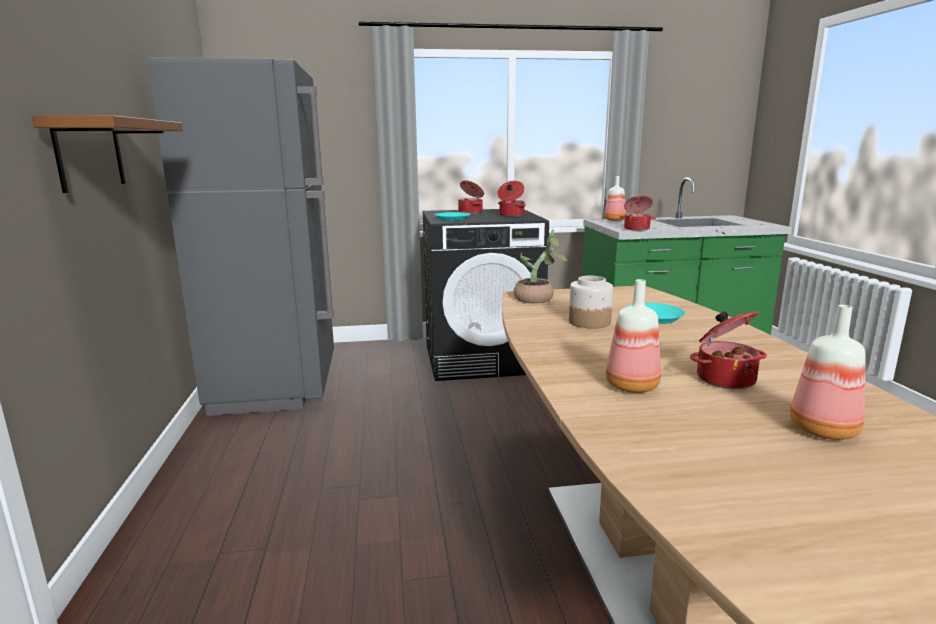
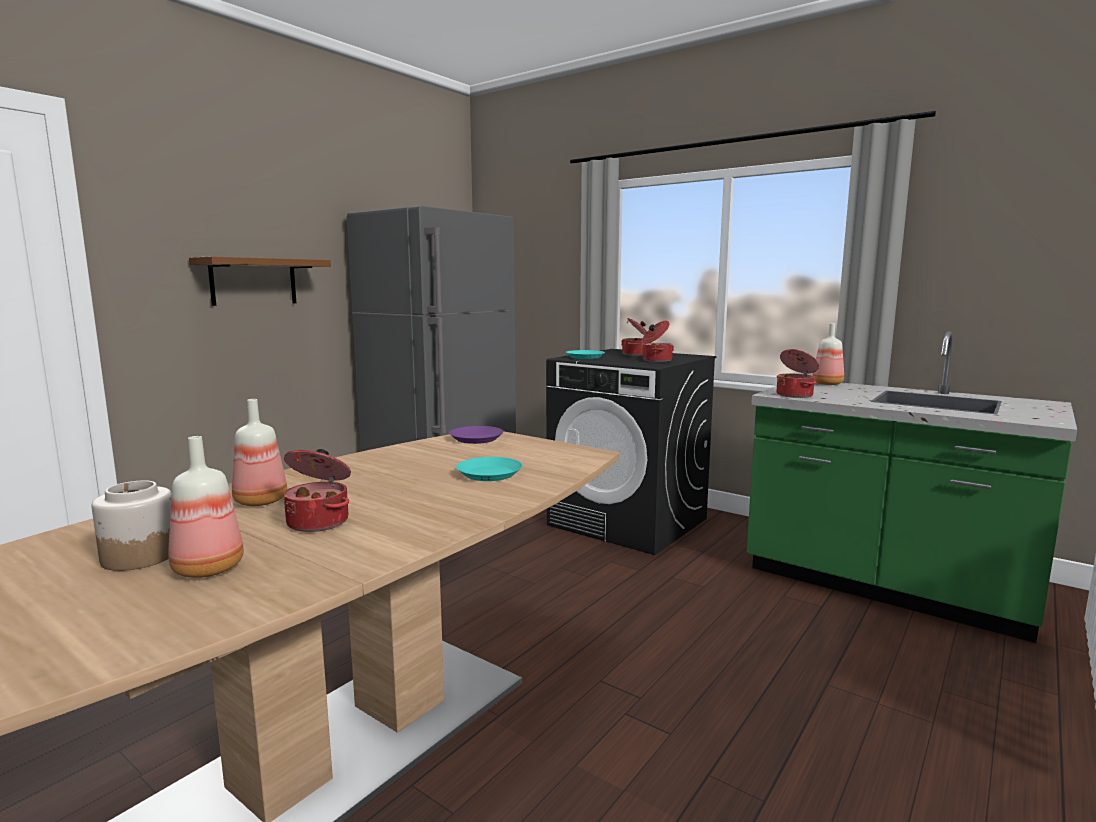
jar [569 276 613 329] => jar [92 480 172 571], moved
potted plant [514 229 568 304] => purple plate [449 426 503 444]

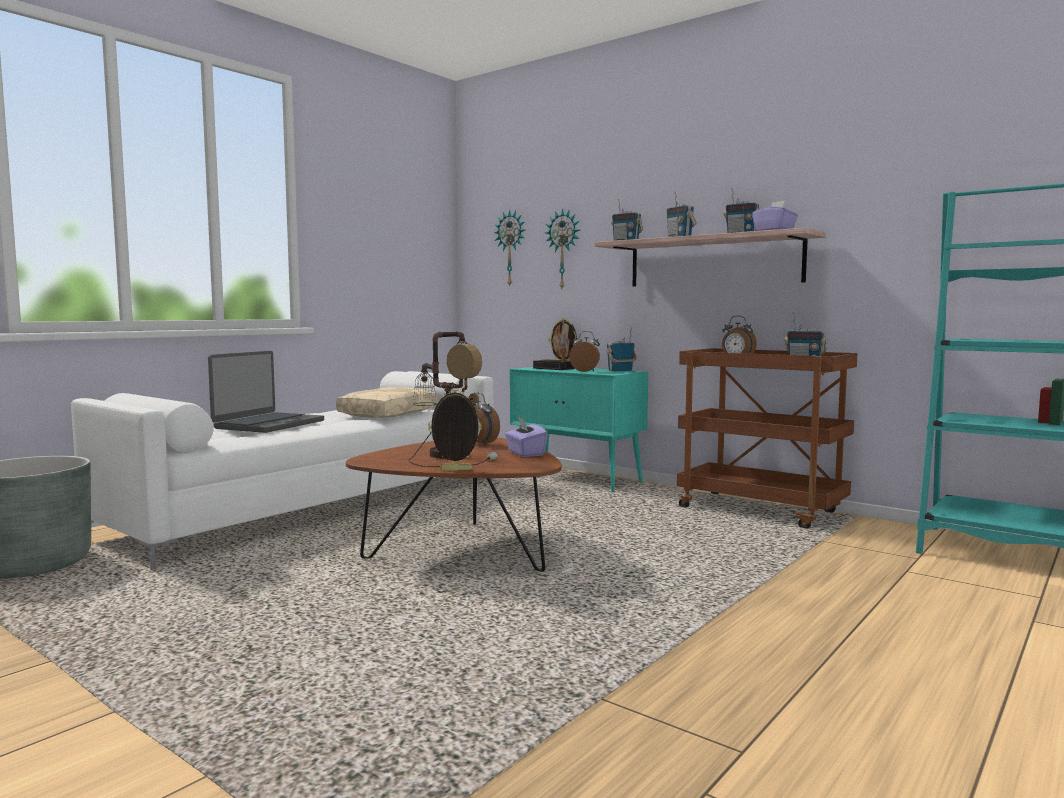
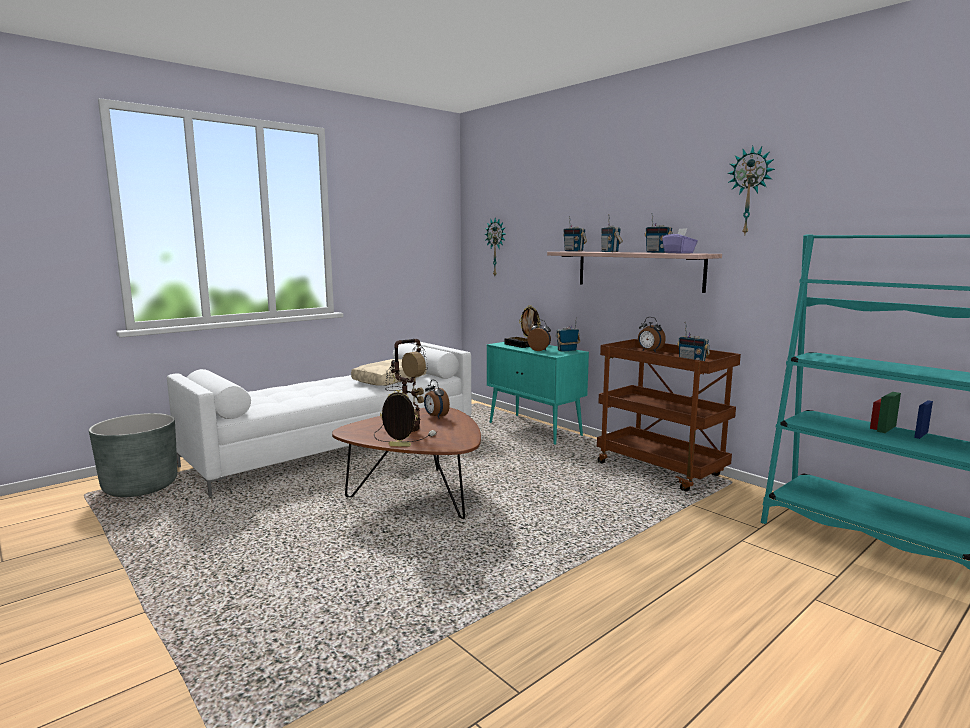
wall clock [545 208 580 288] => wall clock [727 146 775 234], moved
portable computer [208 351 324 433] => nothing
purple box of tissues [505 417 548 457] => nothing

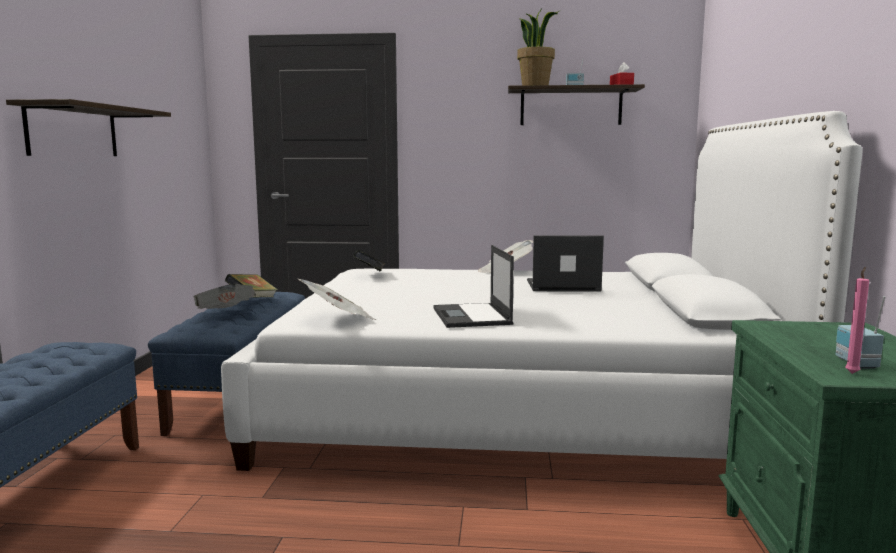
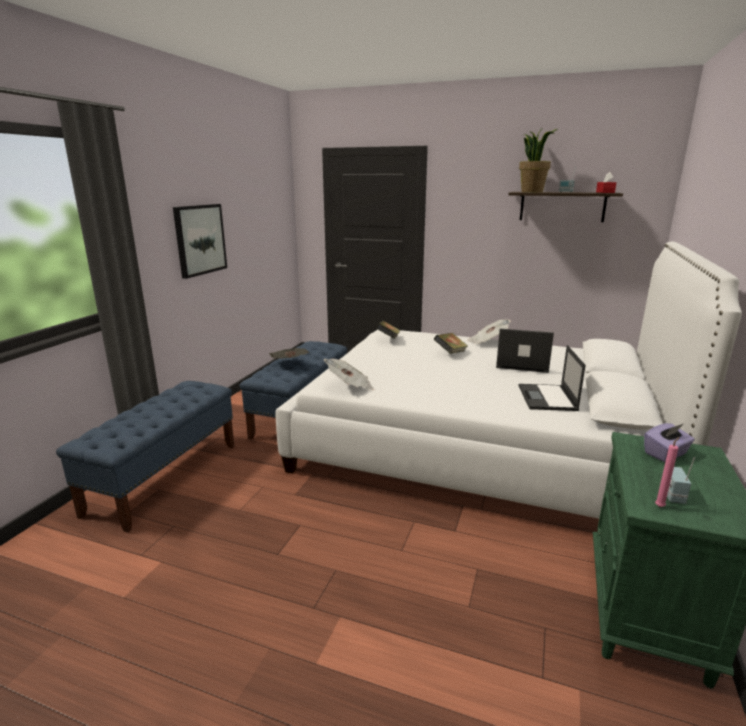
shelf [6 99 171 156] => wall picture [173 204 227 279]
volume [225 274 278 298] => volume [434 333 468 354], moved
portable computer [434 245 514 328] => portable computer [519 345 586 411], moved
nothing => purple box of tissues [644 423 695 462]

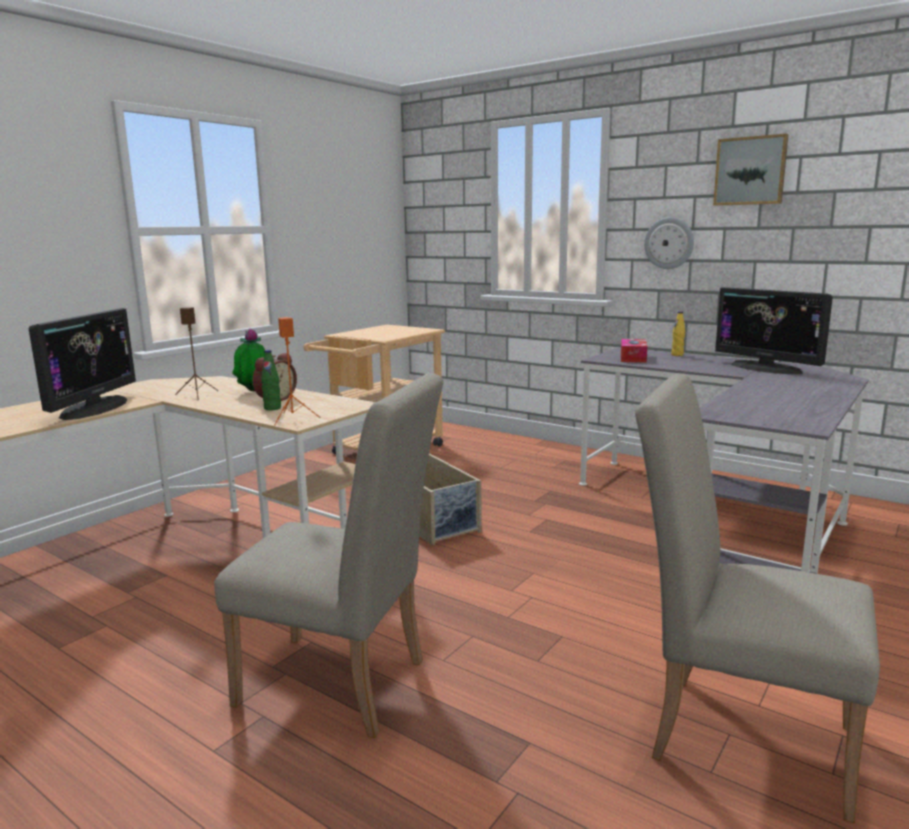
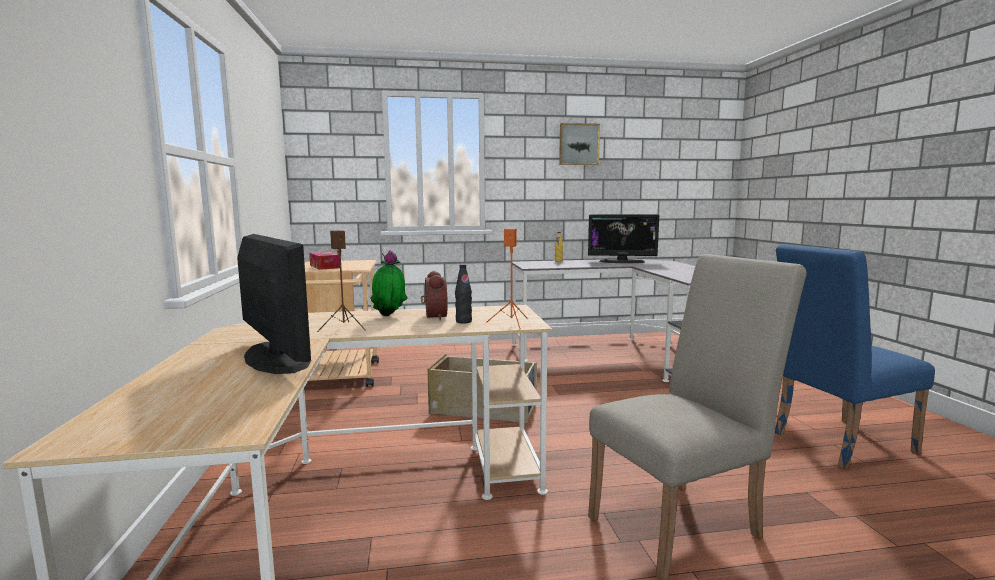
box of tissues [621 339 647 363] => box of tissues [309 252 340 270], moved
green-coloured bottle [261 350 281 410] => black-coloured bottle [455 264 472 324]
beige-coloured plain chair [635 374 880 824] => bluish plain chair [775 244 935 469]
wall clock [644 217 694 269] => nothing

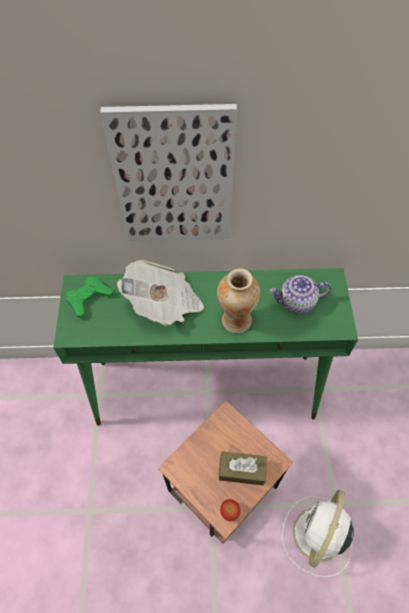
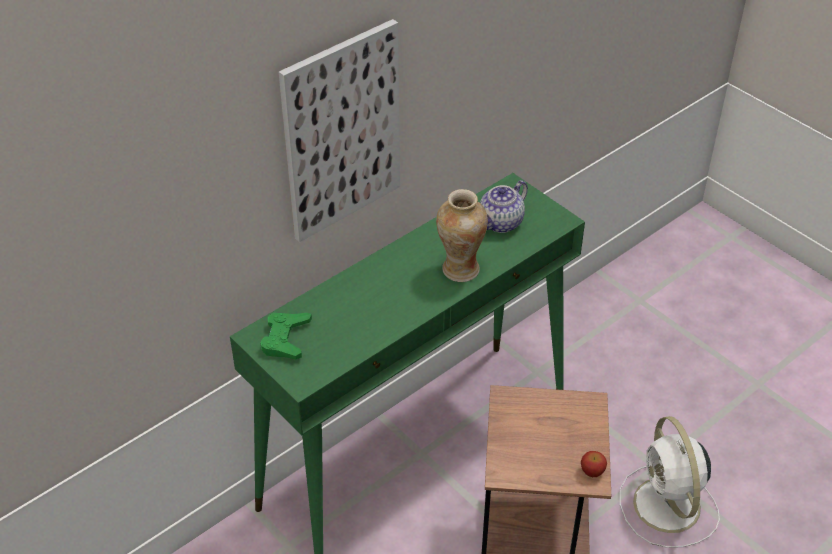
newspaper [117 260 204 326] => nothing
brown box of tissues [219 451 267 485] => nothing

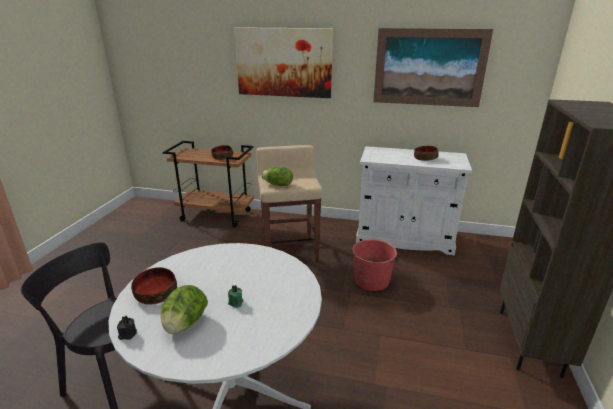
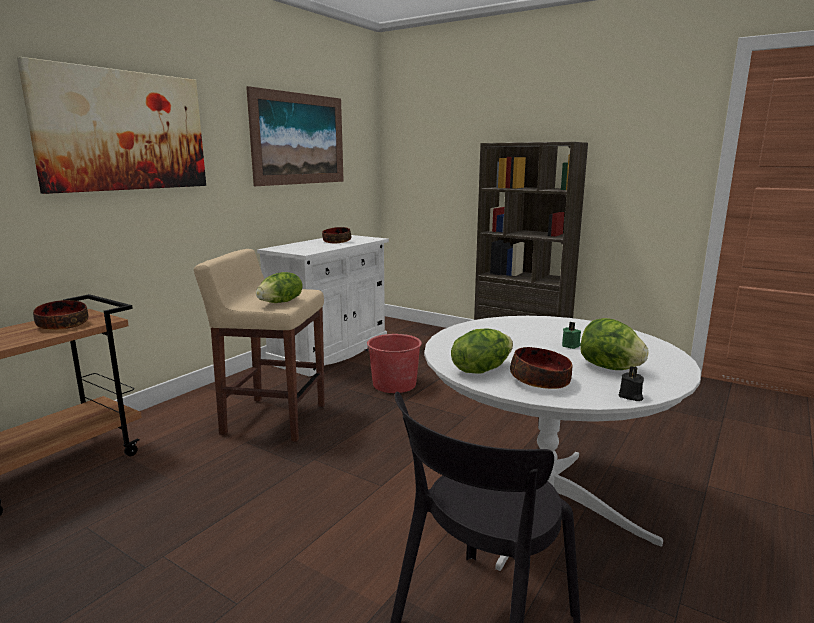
nothing => lettuce head [451 328 513 374]

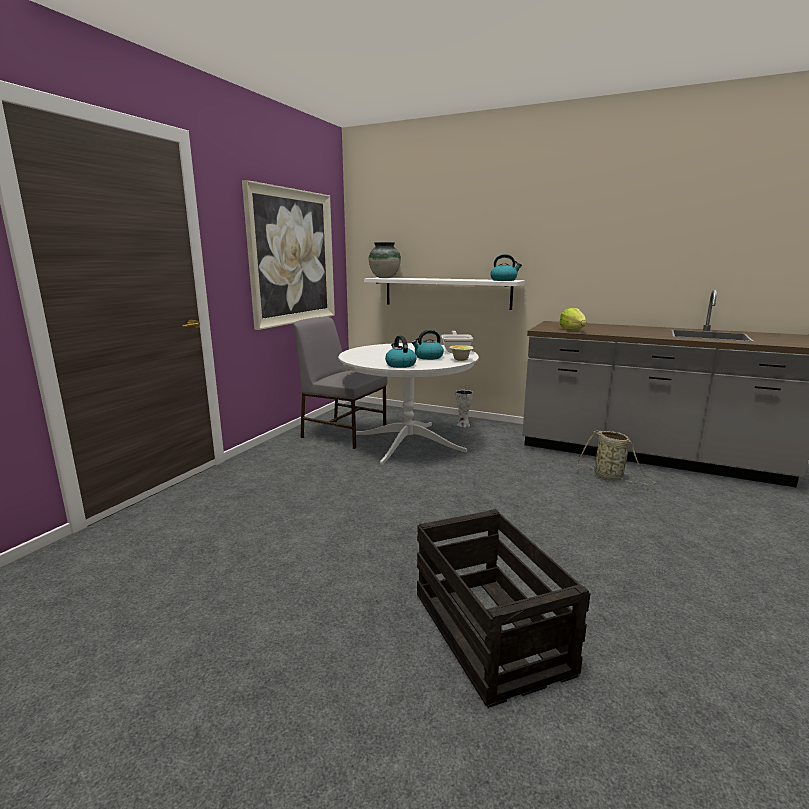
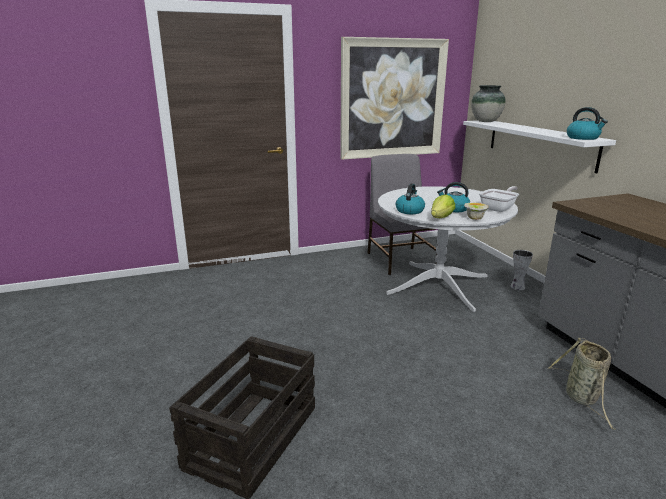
lettuce head [559 307 587 330] => lettuce head [431 194 456 218], moved

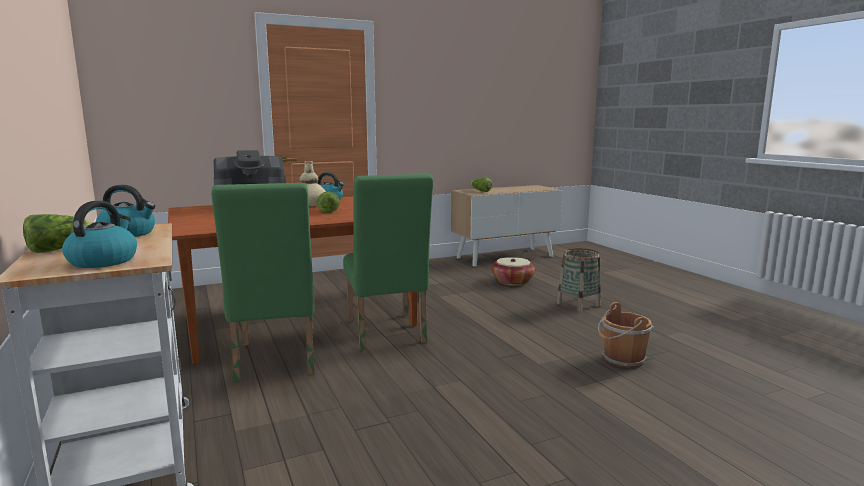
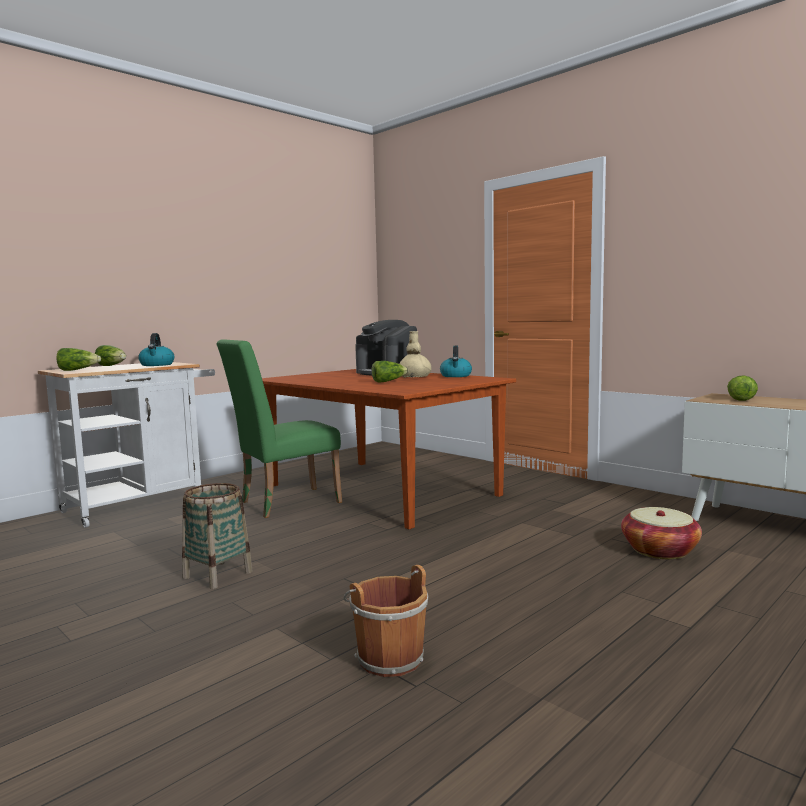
kettle [62 201 137 268] => lettuce head [57 348 101 371]
basket [557 248 601 312] => basket [182 483 253 589], moved
green-coloured plain chair [343 174 433 351] => nothing

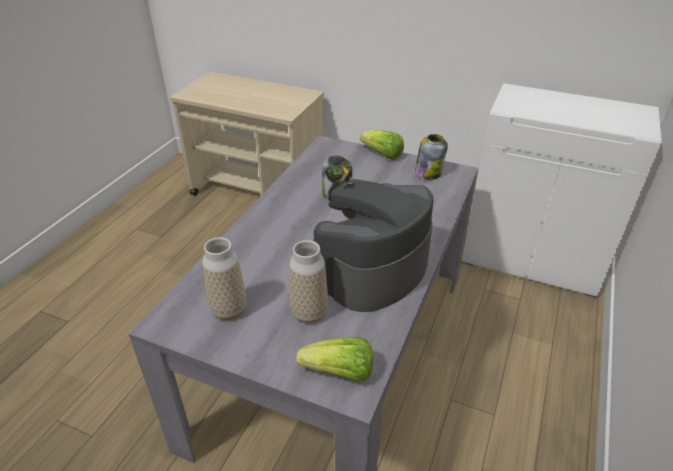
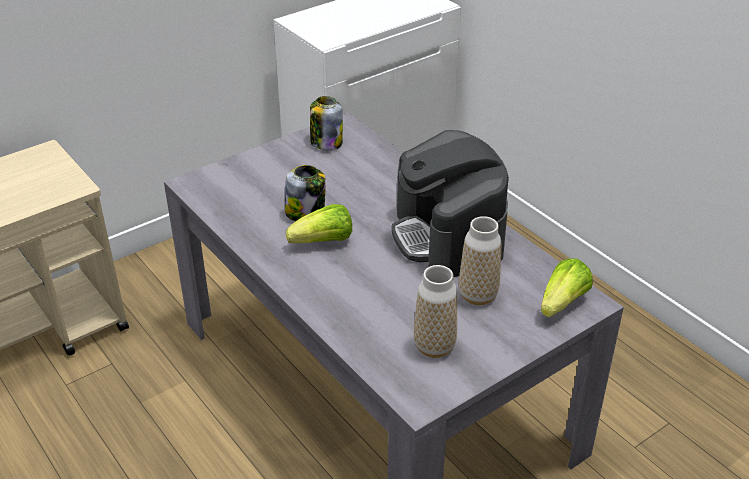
lettuce head [360 130 404 160] => lettuce head [286 204 352 243], moved

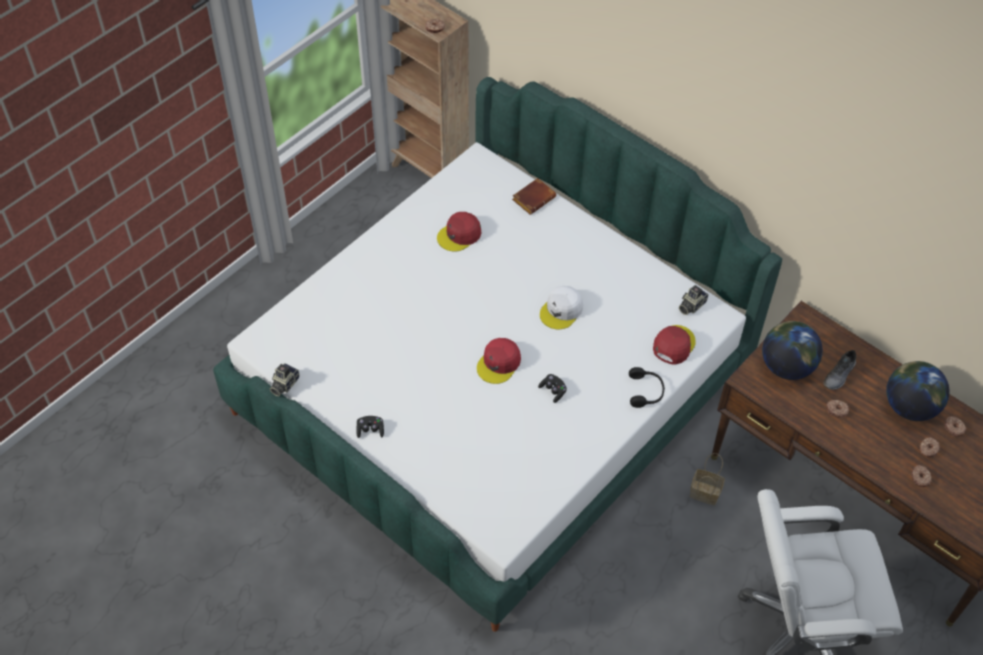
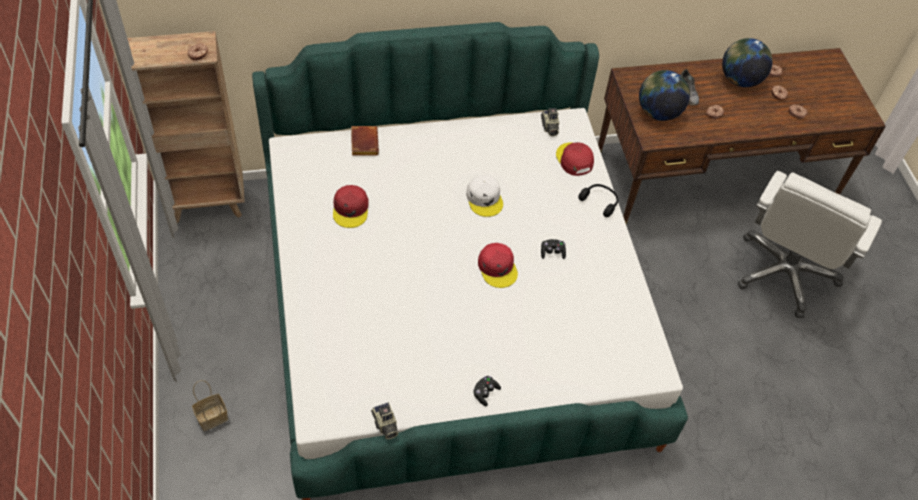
basket [690 453 725 505] => basket [192 380 228 431], moved

